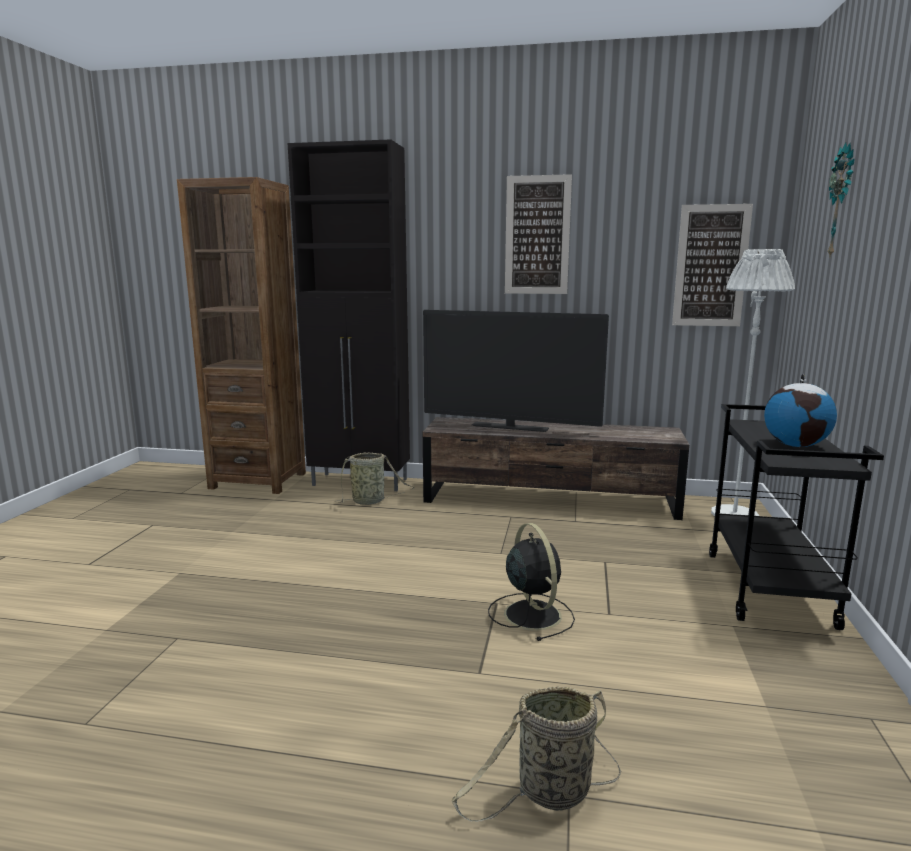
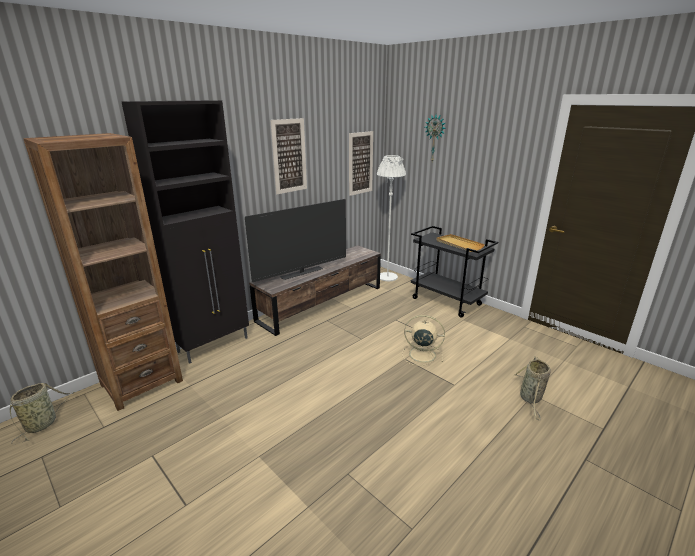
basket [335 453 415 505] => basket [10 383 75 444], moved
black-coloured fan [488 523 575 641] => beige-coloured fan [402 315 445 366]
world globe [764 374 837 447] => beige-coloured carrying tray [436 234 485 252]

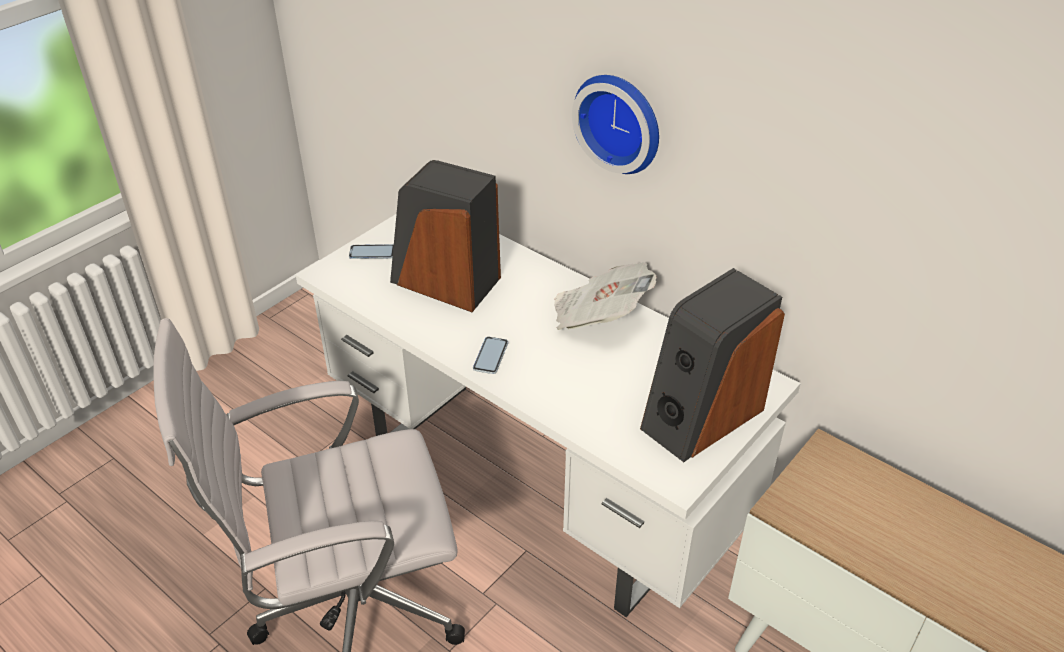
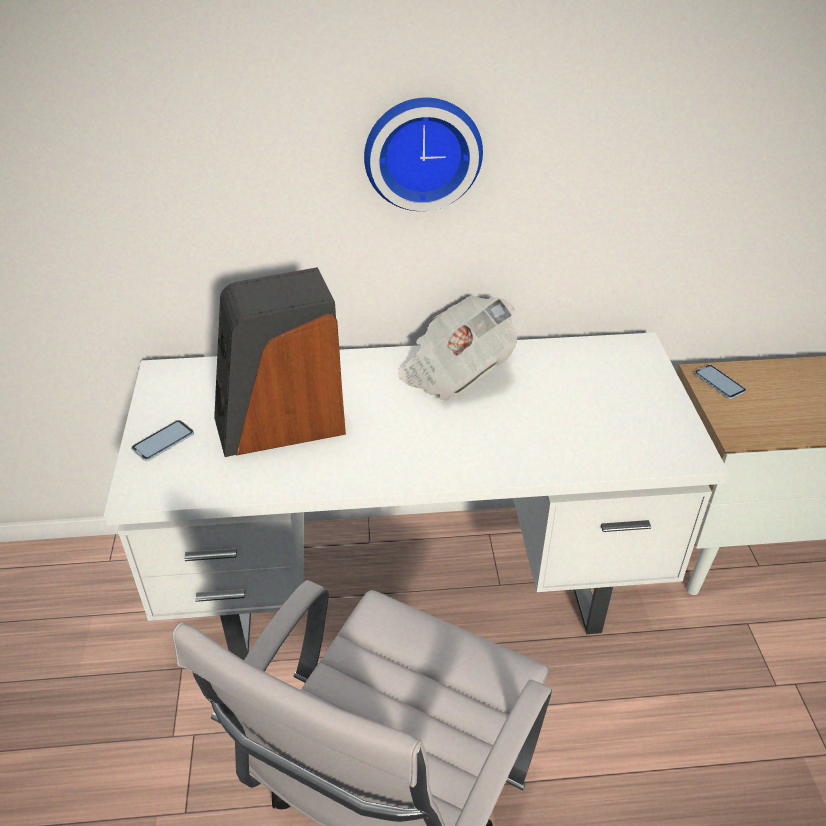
handset [473 337 508 374] => handset [694 364 746 399], moved
audio speaker [640 268 785 462] => nothing

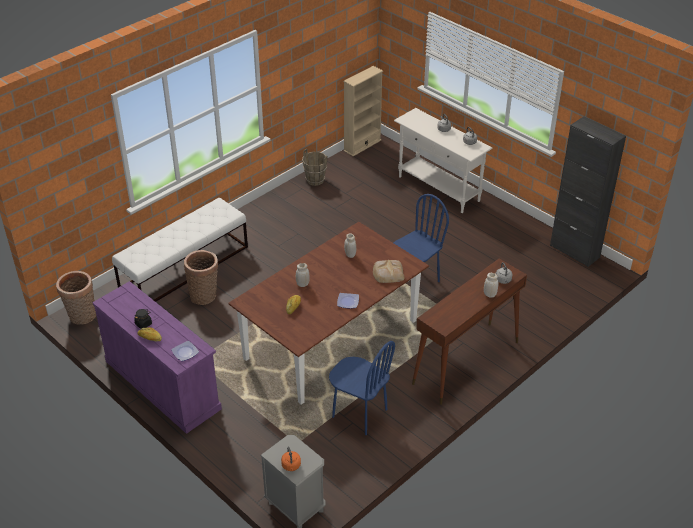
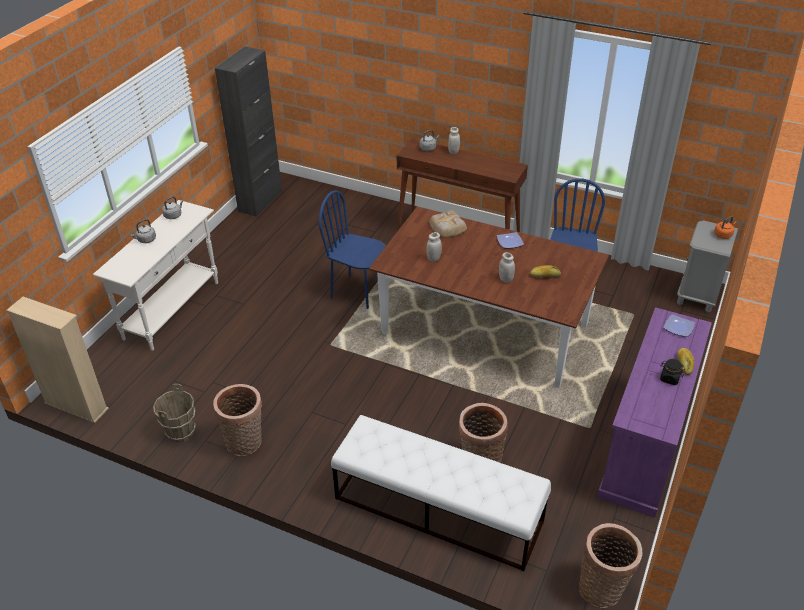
nothing => basket [213 384 262 456]

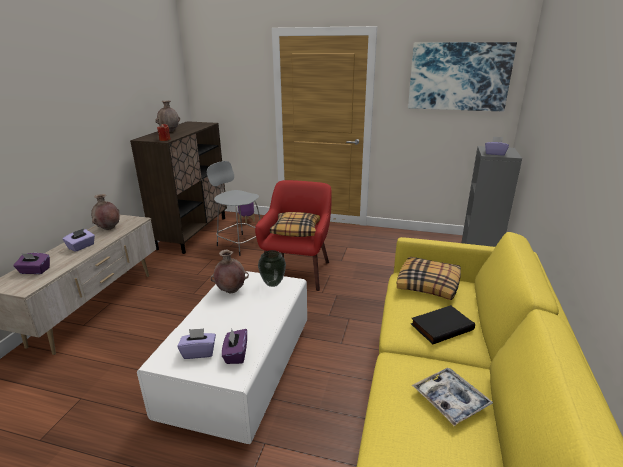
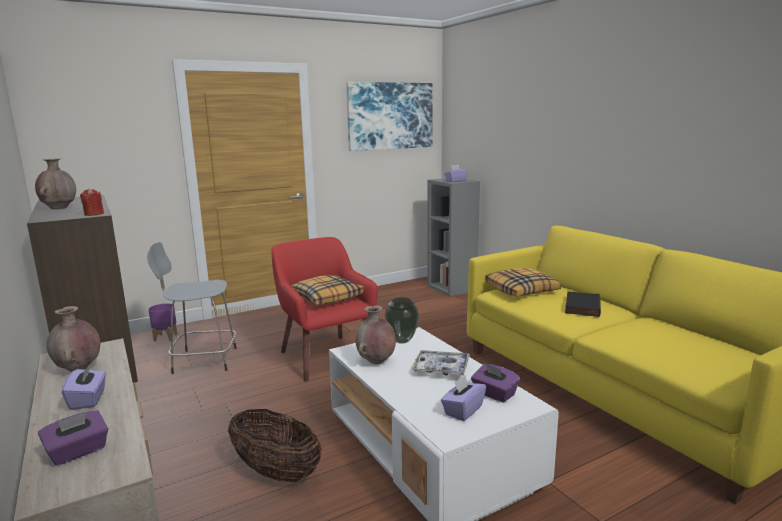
nothing => basket [228 409 322 482]
carrying tray [412 368 493 426] => carrying tray [411 350 470 376], moved

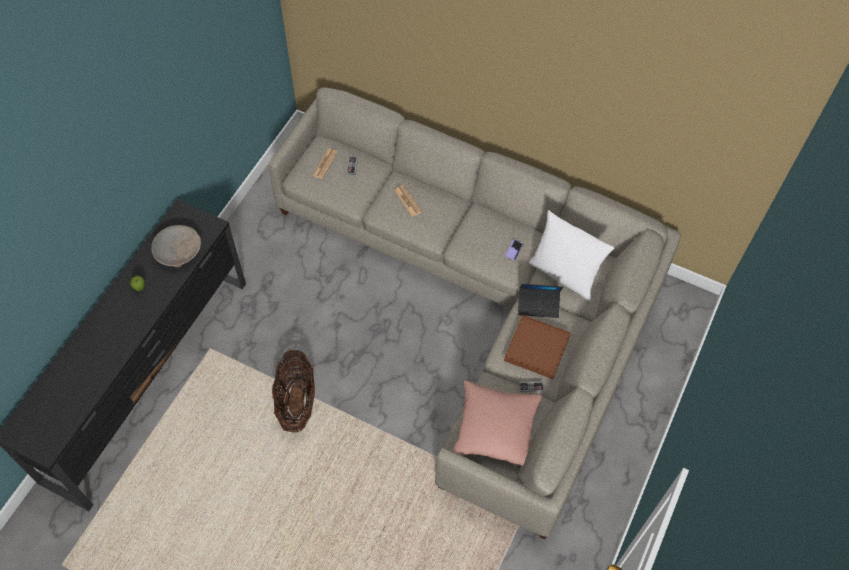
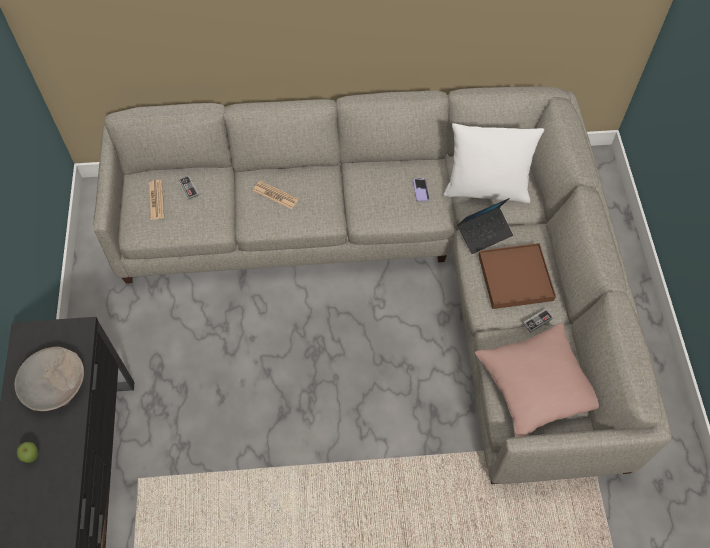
basket [272 350 315 433] => nothing

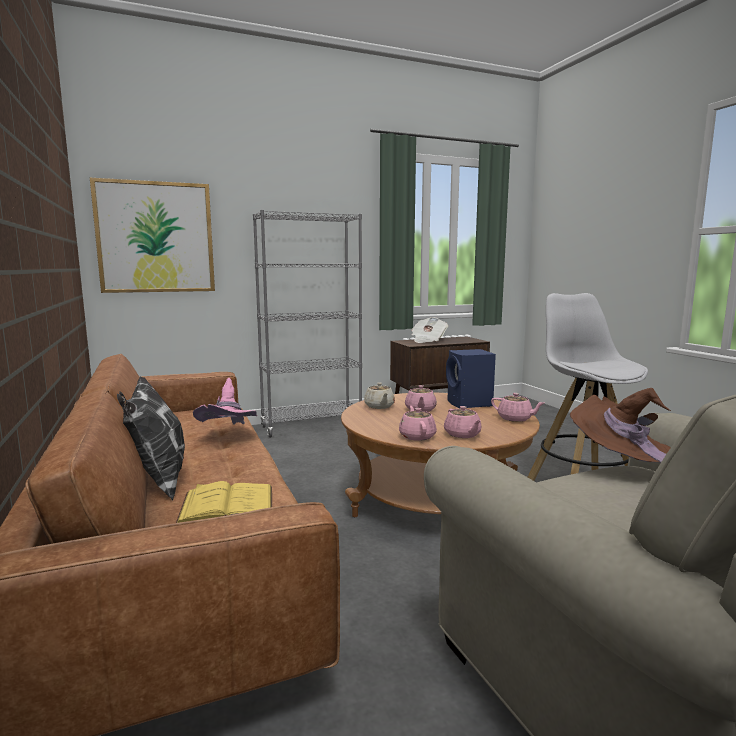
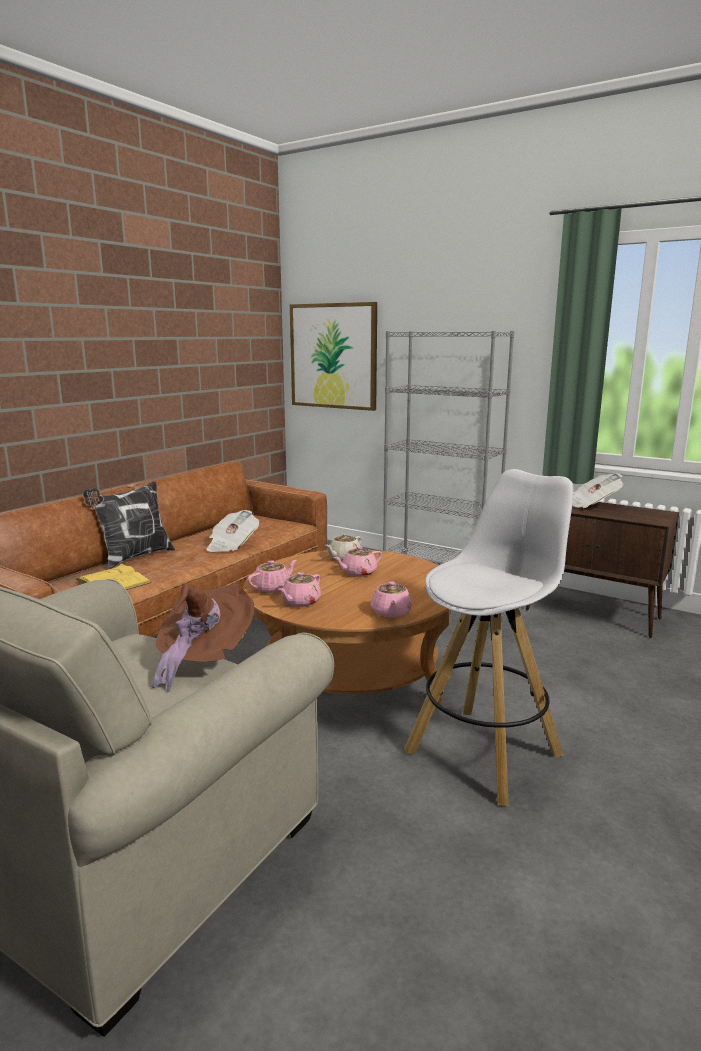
pinkish wearable hat [193 378 257 424] => newspaper [206 510 259 552]
bluish audio speaker [446 349 496 409] => nothing

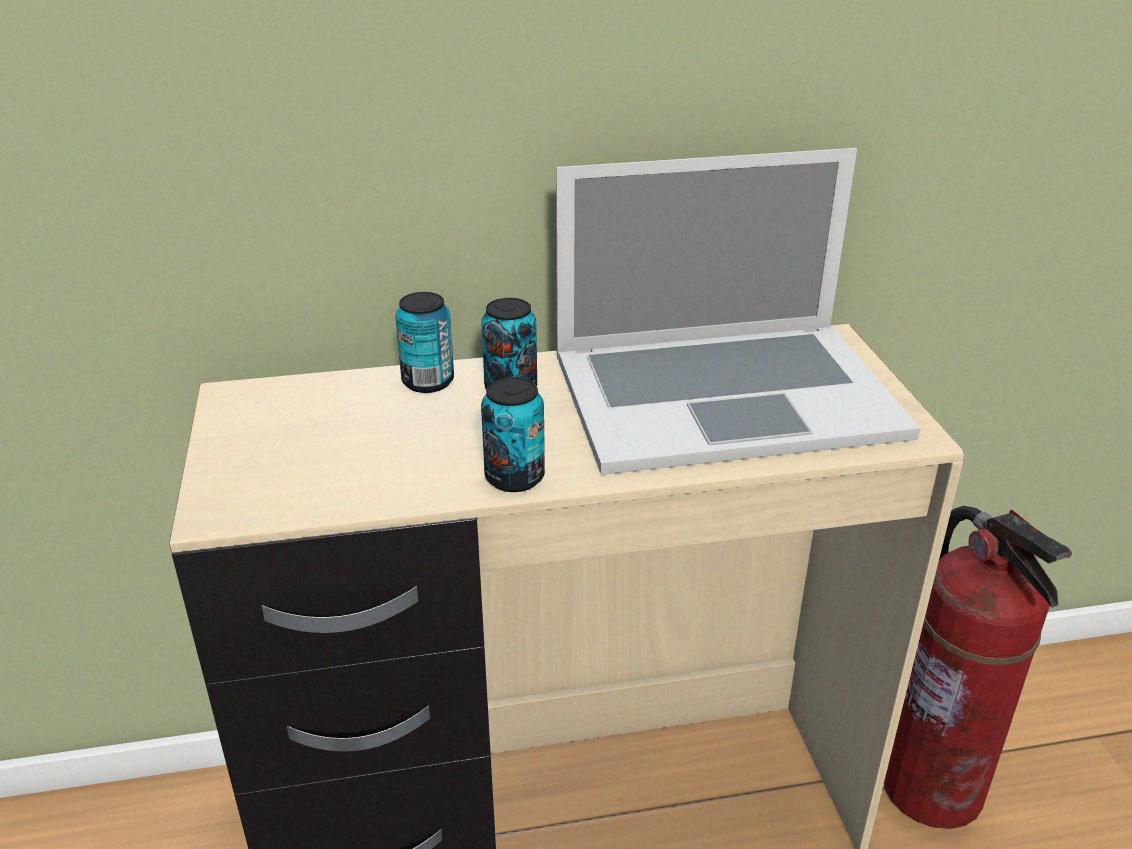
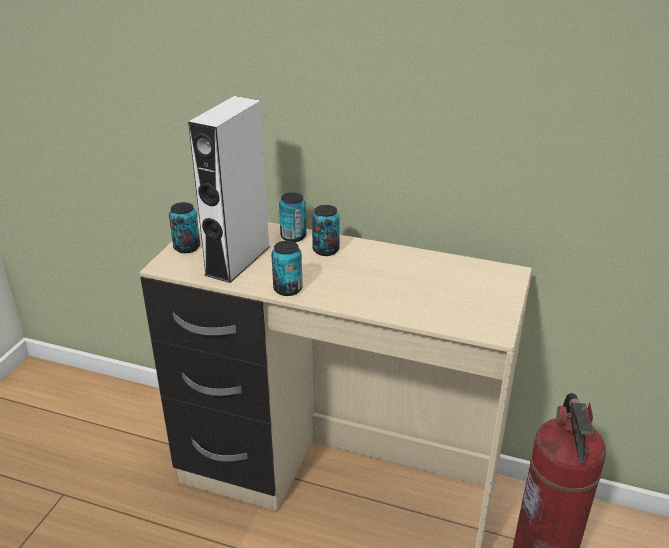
nothing => can [169 202 200 253]
nothing => white-coloured audio speaker [188 96 270 283]
portable computer [556 148 920 475] => nothing

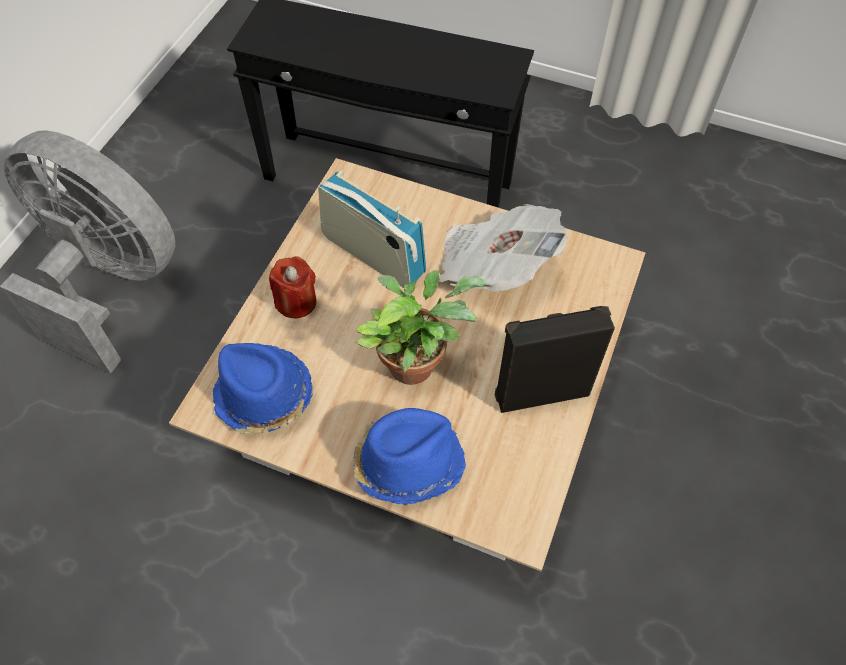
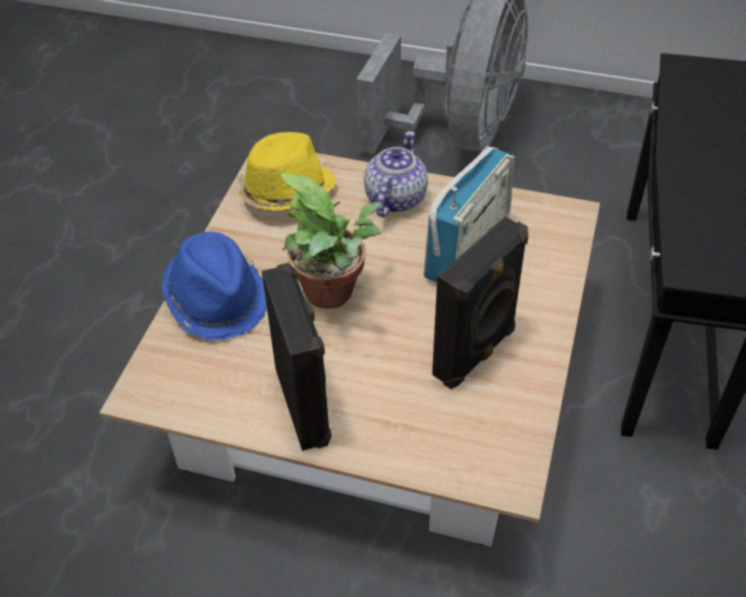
bluish wearable hat [212 343 313 434] => yellowish wearable hat [238 132 336 211]
red-coloured wax light [269 256 317 318] => tea pot [364 131 428 217]
newspaper [439 204 568 292] => black-coloured audio speaker [432 216 528 389]

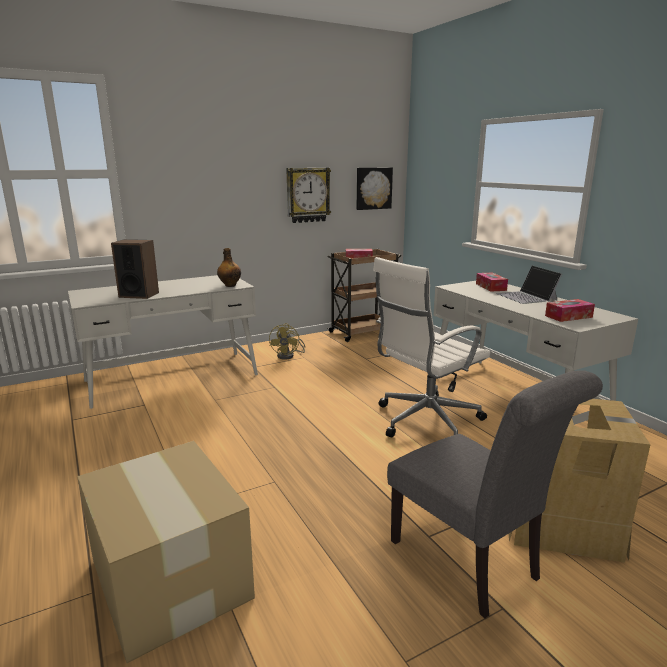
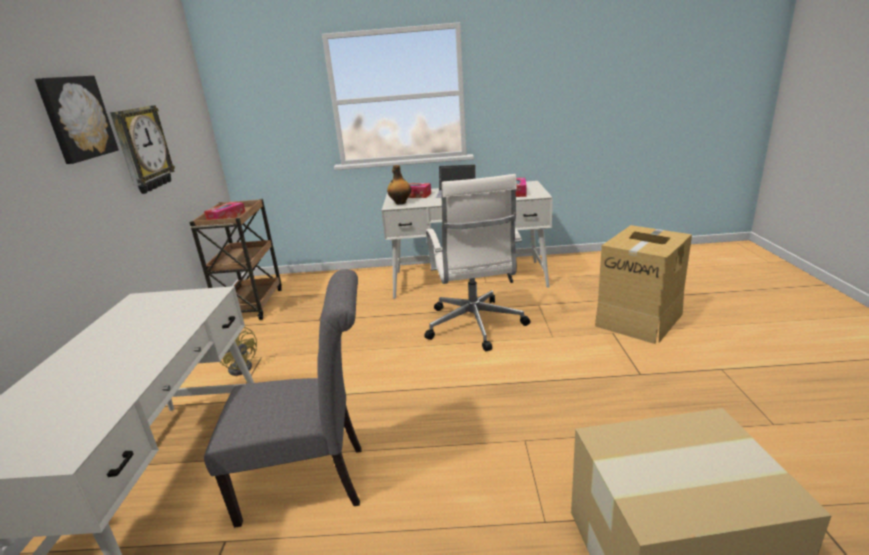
wall picture [357 168 393 210] => wall picture [35 76 119 164], moved
greyish plain chair [387 370 603 619] => greyish plain chair [204 269 362 528], moved
bottle [217 248 241 287] => bottle [387 165 411 204], moved
audio speaker [111 239 159 299] => nothing

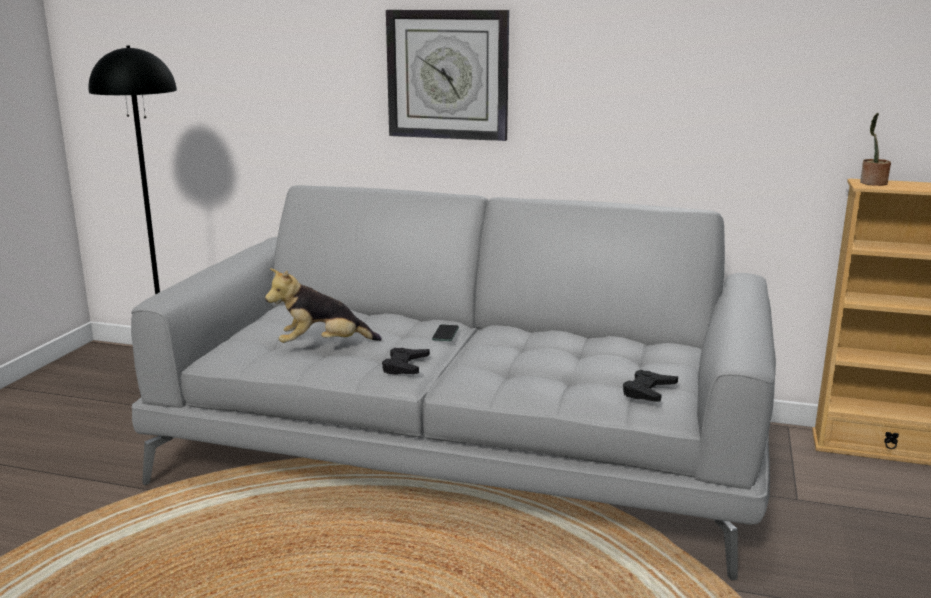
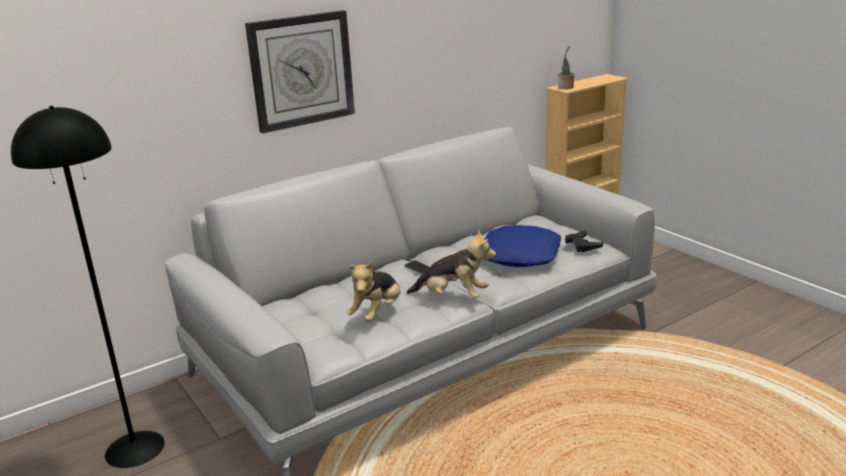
black-coloured game controller [382 348 430 375] => plush toy [406 230 496 298]
nothing => bluish throw pillow [484 225 561 267]

